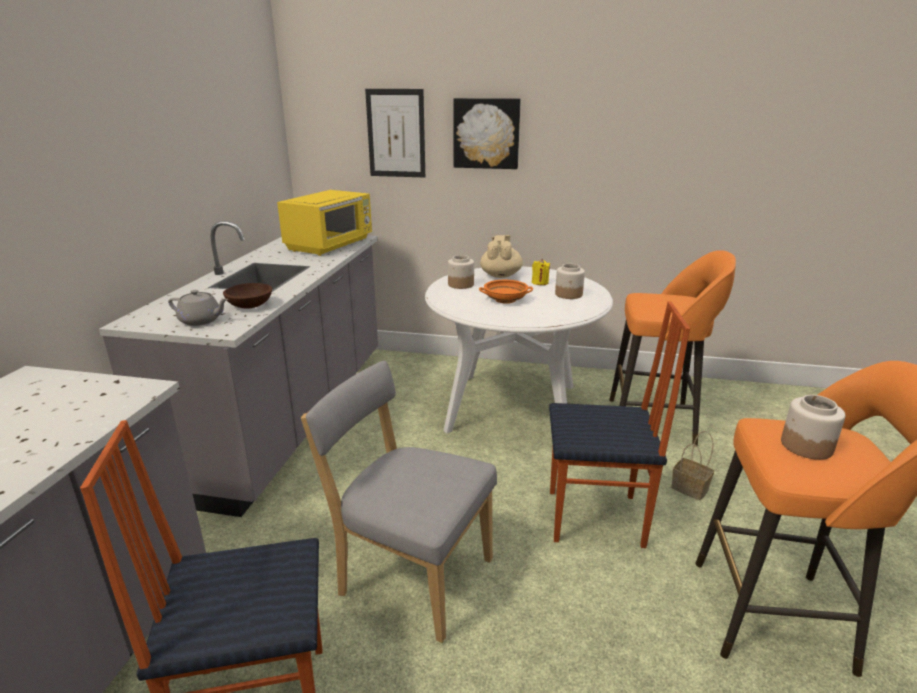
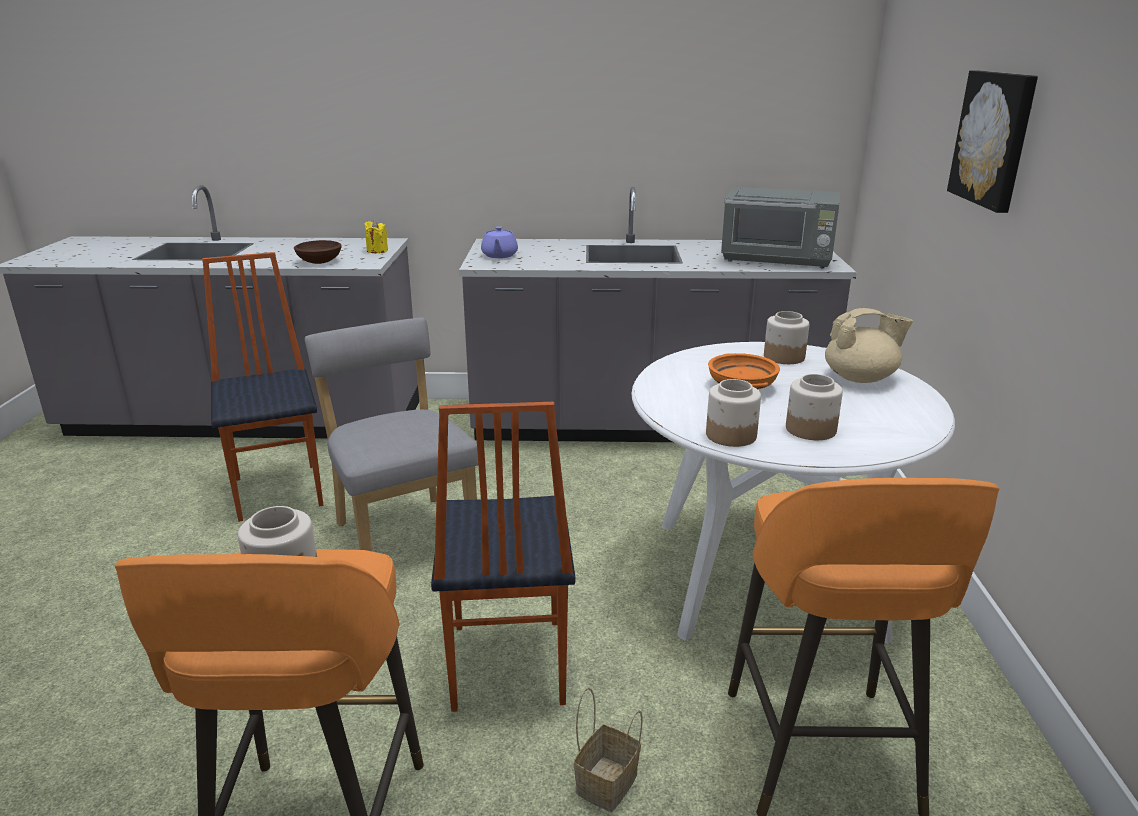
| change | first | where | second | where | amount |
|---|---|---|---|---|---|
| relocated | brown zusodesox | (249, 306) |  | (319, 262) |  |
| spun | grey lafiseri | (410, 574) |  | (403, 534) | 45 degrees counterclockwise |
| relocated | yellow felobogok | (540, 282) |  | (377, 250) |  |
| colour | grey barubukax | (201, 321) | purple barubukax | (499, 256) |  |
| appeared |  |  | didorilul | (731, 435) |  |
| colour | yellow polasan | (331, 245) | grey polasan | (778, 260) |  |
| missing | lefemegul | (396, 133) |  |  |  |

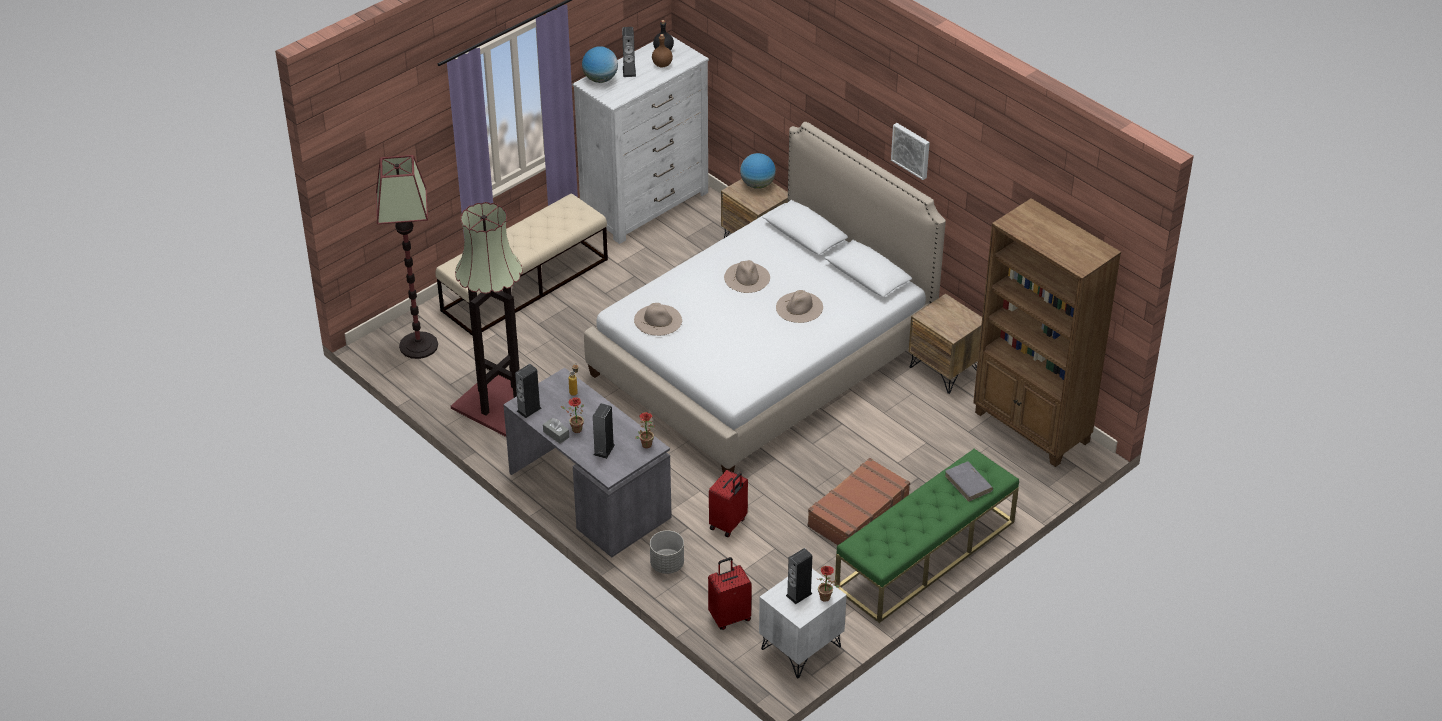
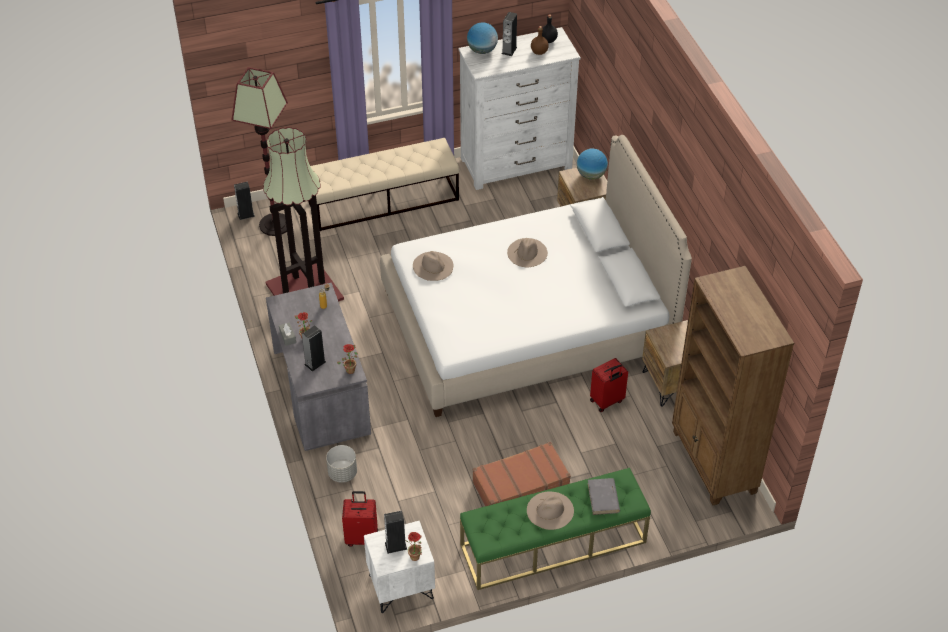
| change | first | where | second | where | amount |
|---|---|---|---|---|---|
| relocated | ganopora | (529, 409) |  | (246, 214) |  |
| relocated | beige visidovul | (799, 307) |  | (550, 510) |  |
| relocated | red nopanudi | (728, 524) |  | (607, 401) |  |
| missing | lefemegul | (911, 150) |  |  |  |

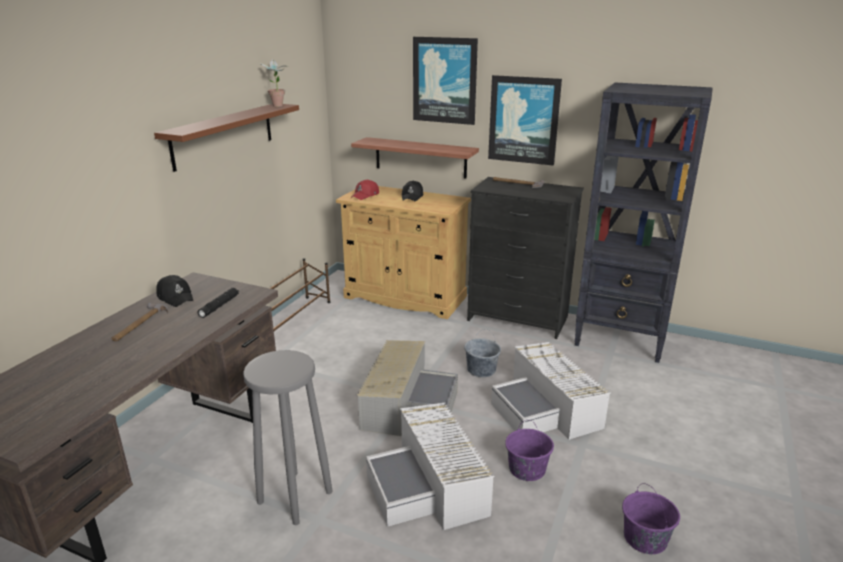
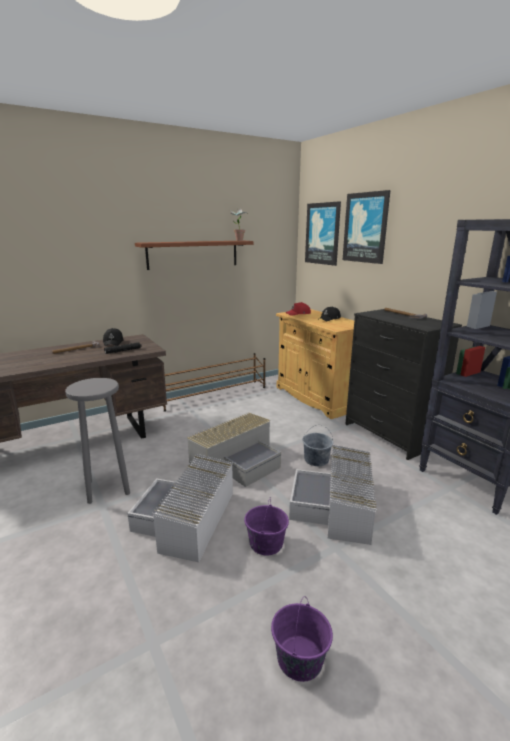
| change | first | where | second | where | amount |
|---|---|---|---|---|---|
| relocated | lefemegul | (524, 120) |  | (323, 233) |  |
| missing | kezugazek | (420, 157) |  |  |  |

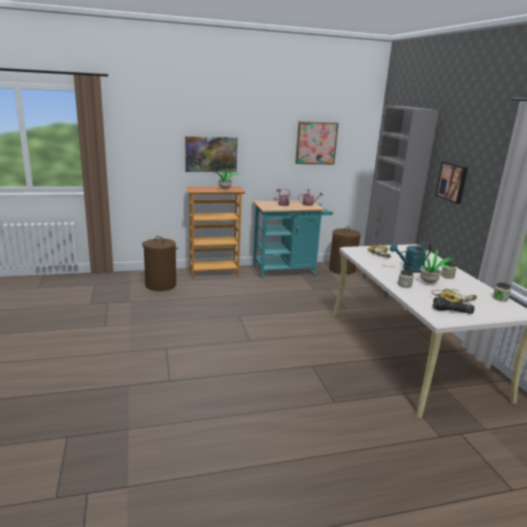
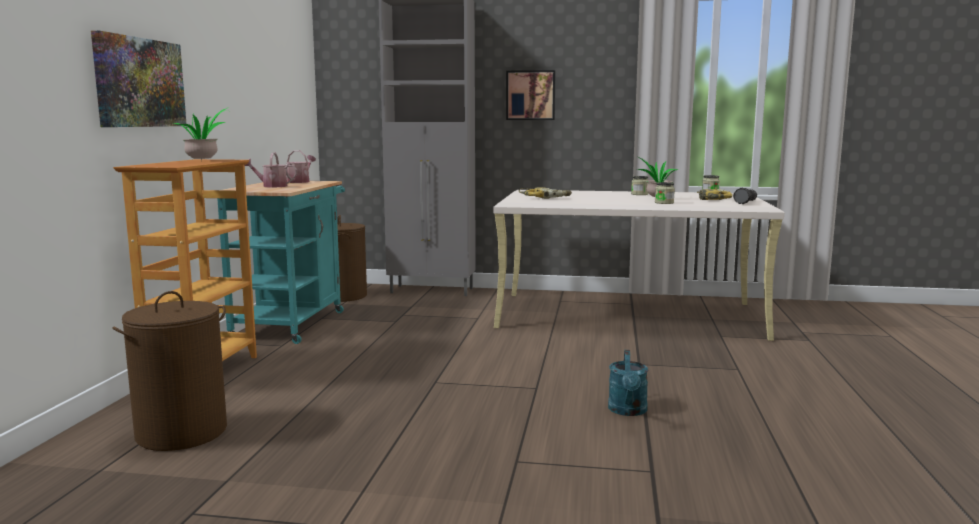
| change | first | where | second | where | amount |
|---|---|---|---|---|---|
| relocated | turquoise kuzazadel | (409, 269) |  | (628, 411) |  |
| missing | lefemegul | (316, 143) |  |  |  |

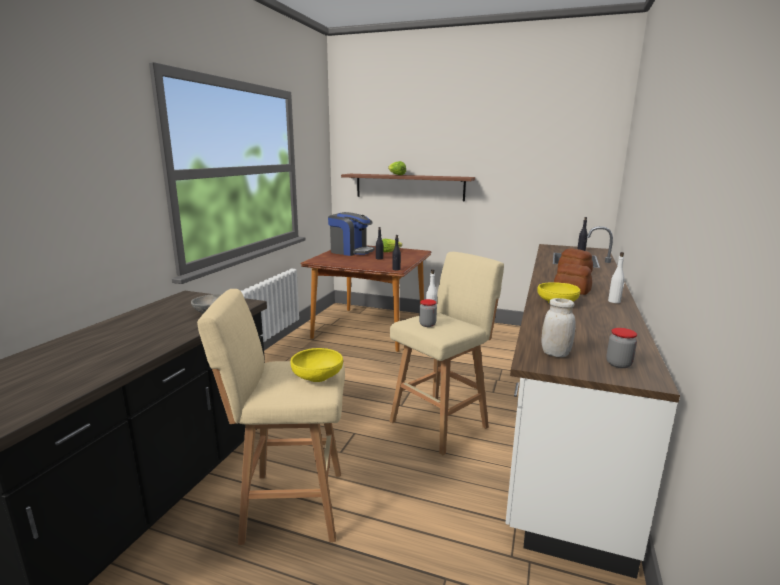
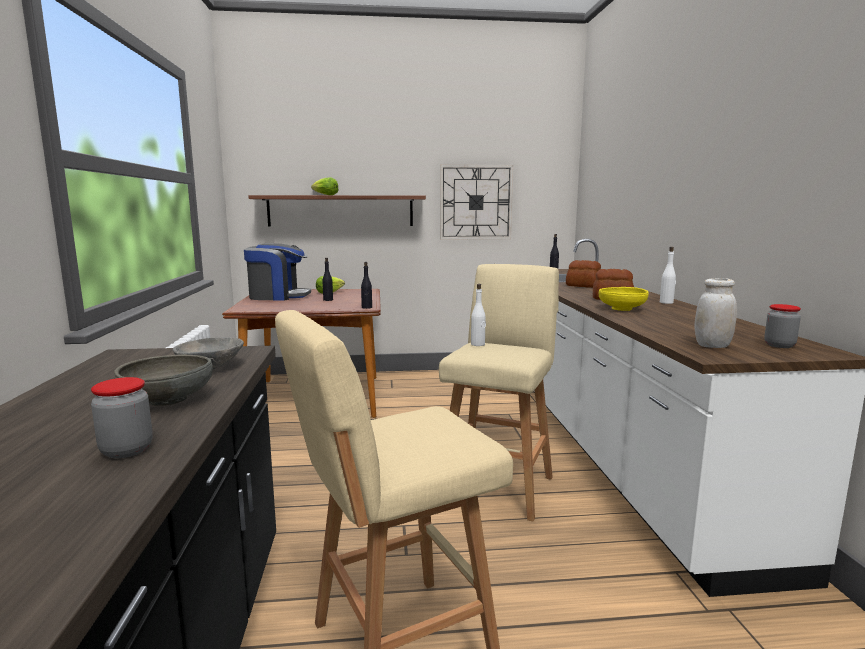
| change | first | where | second | where | amount |
|---|---|---|---|---|---|
| relocated | didorilul | (427, 324) |  | (126, 450) |  |
| appeared |  |  | grey zusodesox | (167, 399) |  |
| appeared |  |  | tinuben | (475, 202) |  |
| missing | yellow zusodesox | (317, 377) |  |  |  |

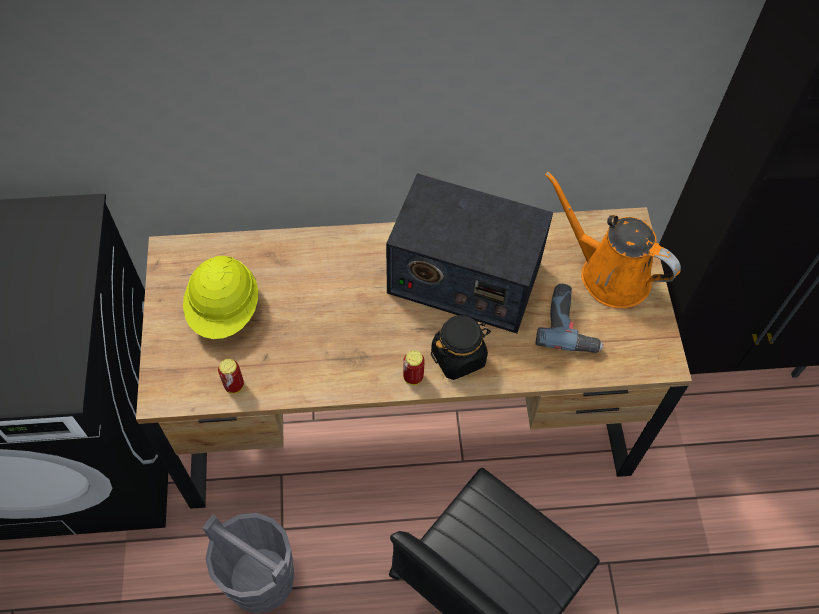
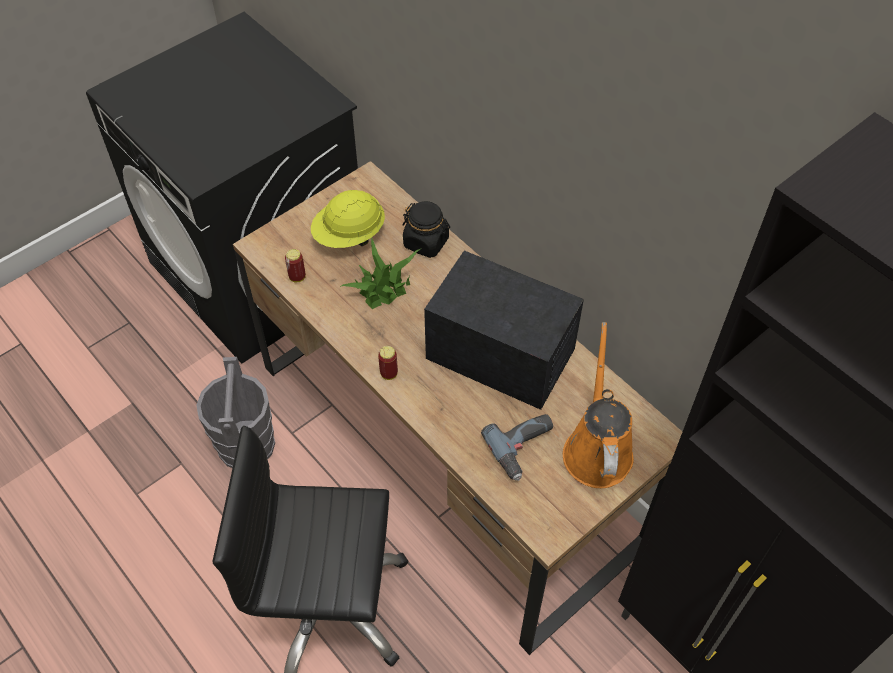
| change | first | where | second | where | amount |
|---|---|---|---|---|---|
| appeared |  |  | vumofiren | (383, 287) |  |
| relocated | black didorilul | (458, 357) |  | (426, 242) |  |
| spun | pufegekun | (463, 278) |  | (501, 354) | 135 degrees clockwise |

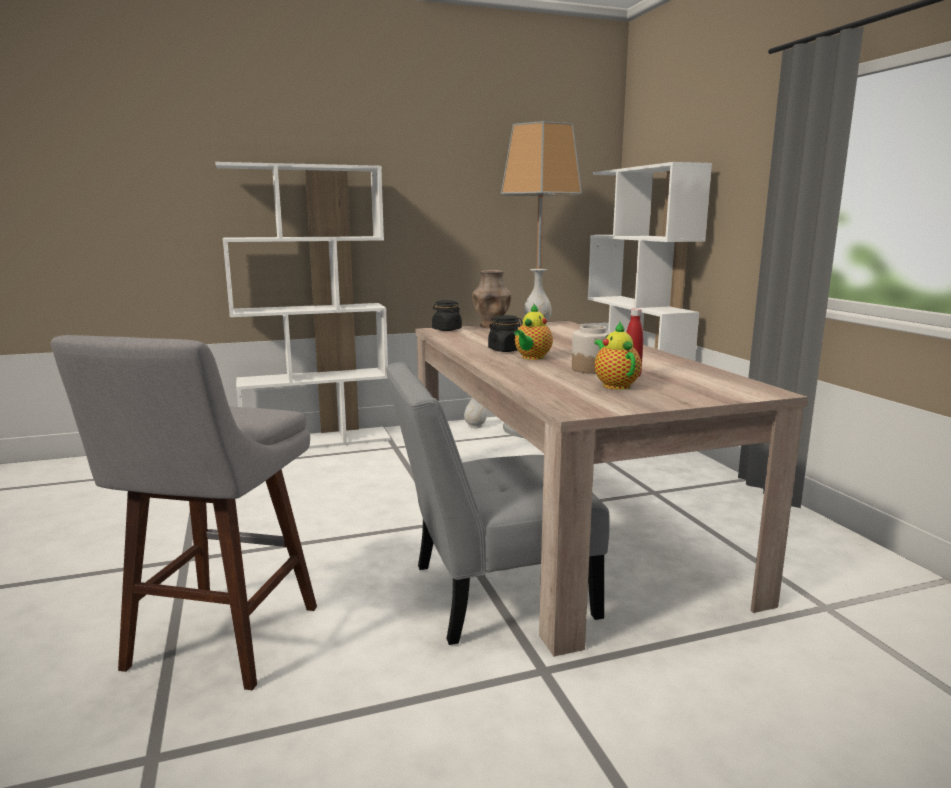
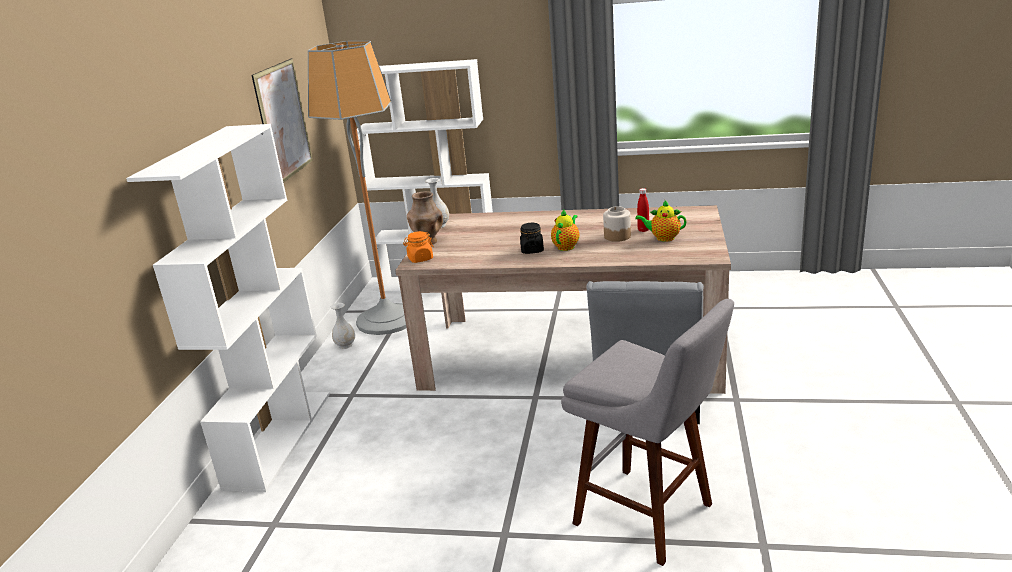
| change | first | where | second | where | amount |
|---|---|---|---|---|---|
| appeared |  |  | lefemegul | (283, 121) |  |
| colour | black didorilul | (446, 329) | orange didorilul | (420, 259) |  |
| spun | barubukax | (531, 358) |  | (566, 246) | 120 degrees counterclockwise |

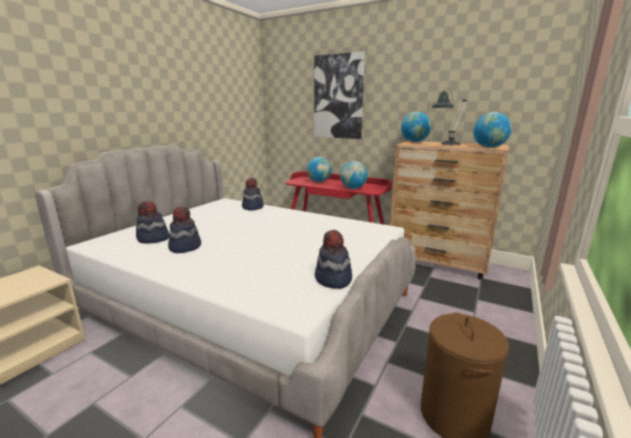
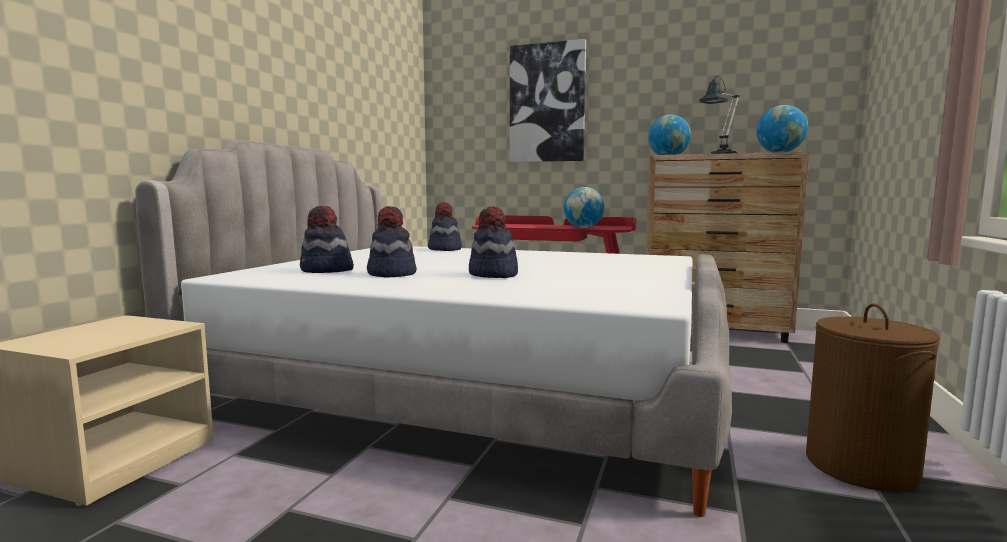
| change | first | where | second | where | amount |
|---|---|---|---|---|---|
| relocated | visidovul | (333, 279) |  | (493, 275) |  |
| missing | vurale | (318, 181) |  |  |  |

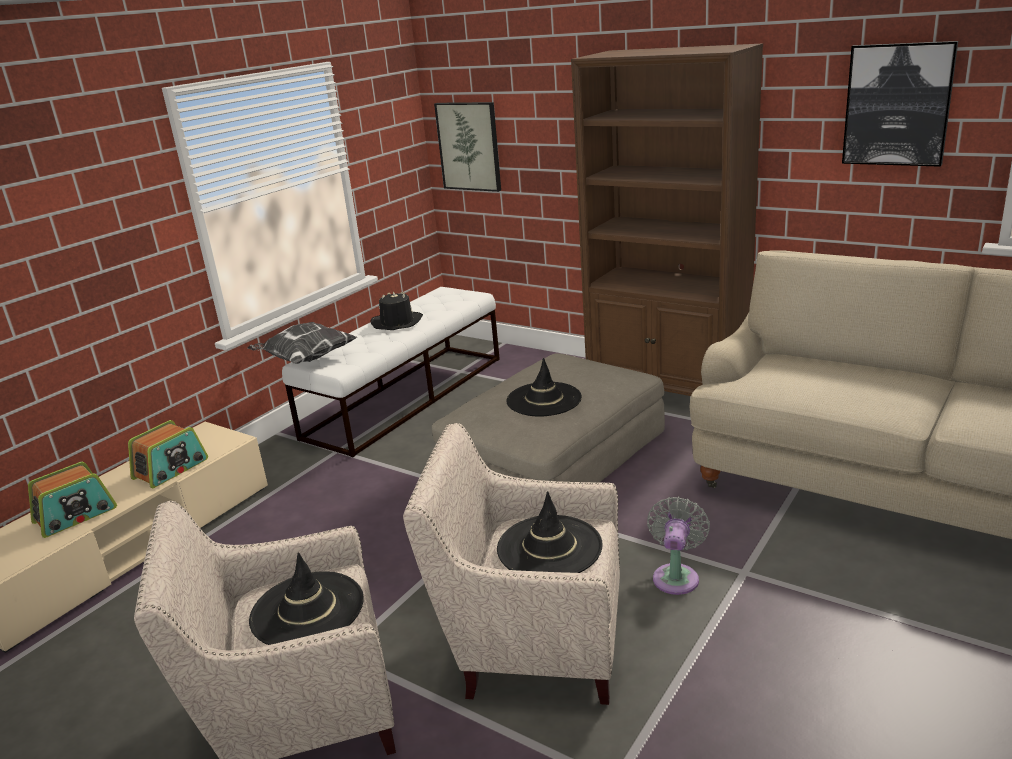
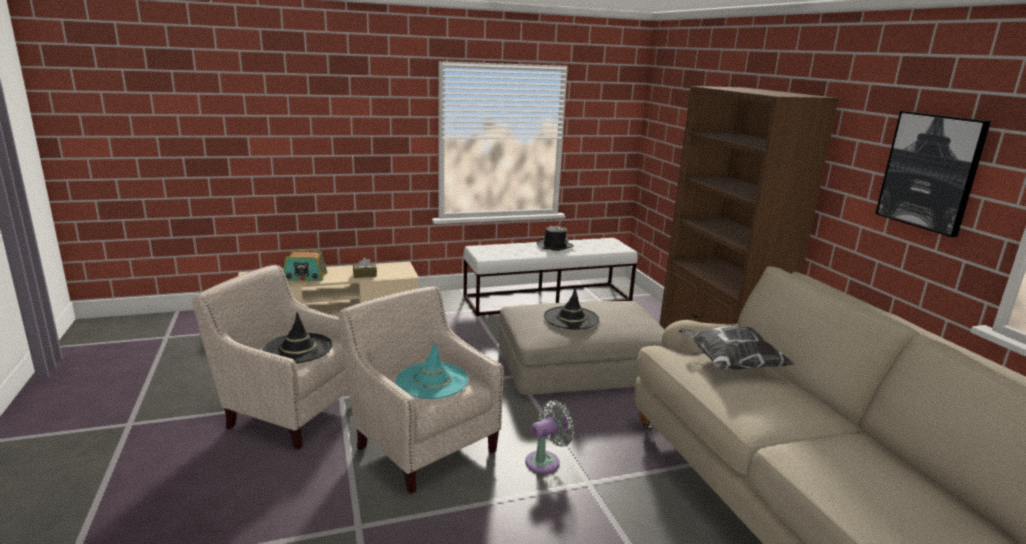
| change | first | where | second | where | amount |
|---|---|---|---|---|---|
| exchanged | pufegekun | (171, 469) | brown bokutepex | (365, 275) |  |
| colour | black visidovul | (549, 547) | turquoise visidovul | (432, 381) |  |
| relocated | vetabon | (305, 359) |  | (729, 364) |  |
| missing | lefemegul | (469, 146) |  |  |  |

